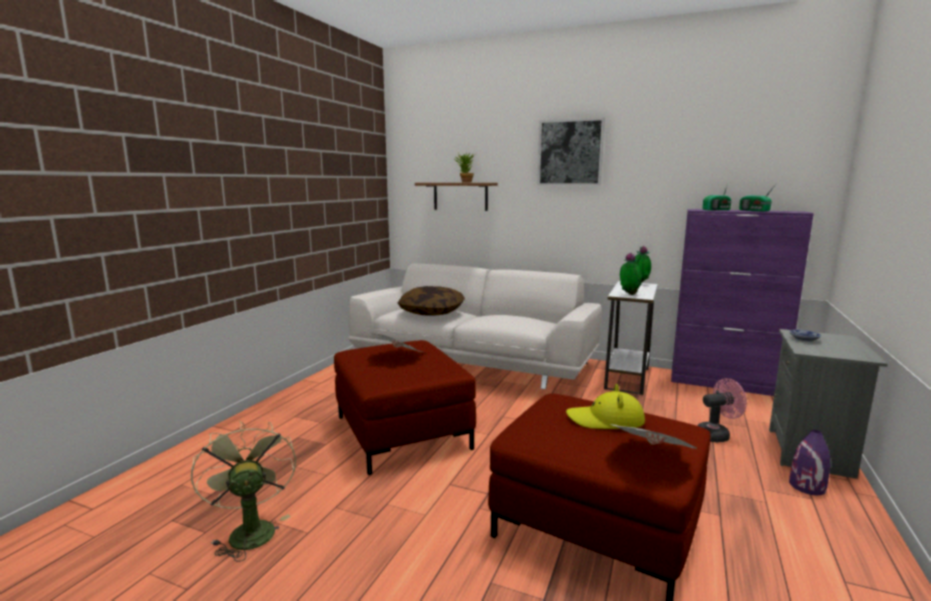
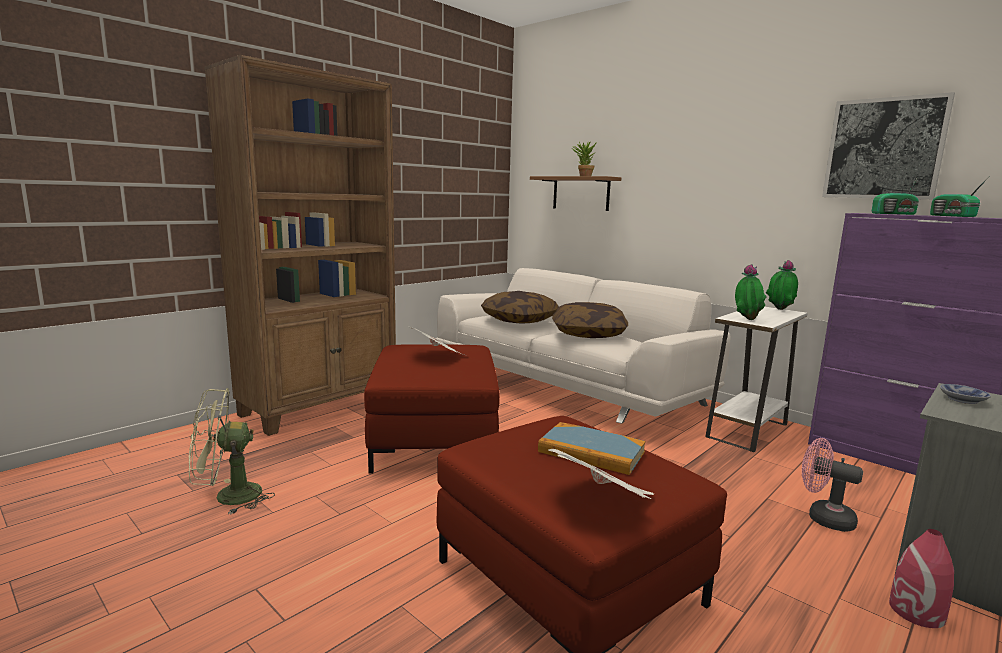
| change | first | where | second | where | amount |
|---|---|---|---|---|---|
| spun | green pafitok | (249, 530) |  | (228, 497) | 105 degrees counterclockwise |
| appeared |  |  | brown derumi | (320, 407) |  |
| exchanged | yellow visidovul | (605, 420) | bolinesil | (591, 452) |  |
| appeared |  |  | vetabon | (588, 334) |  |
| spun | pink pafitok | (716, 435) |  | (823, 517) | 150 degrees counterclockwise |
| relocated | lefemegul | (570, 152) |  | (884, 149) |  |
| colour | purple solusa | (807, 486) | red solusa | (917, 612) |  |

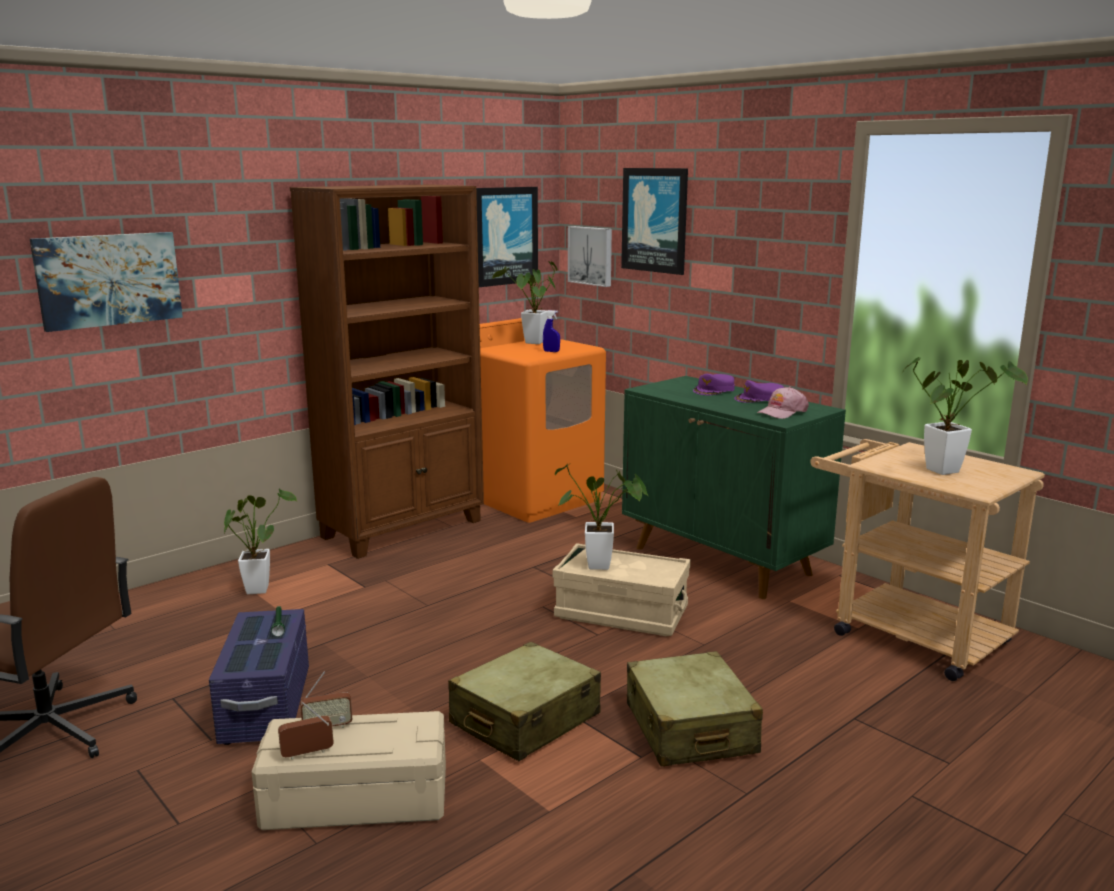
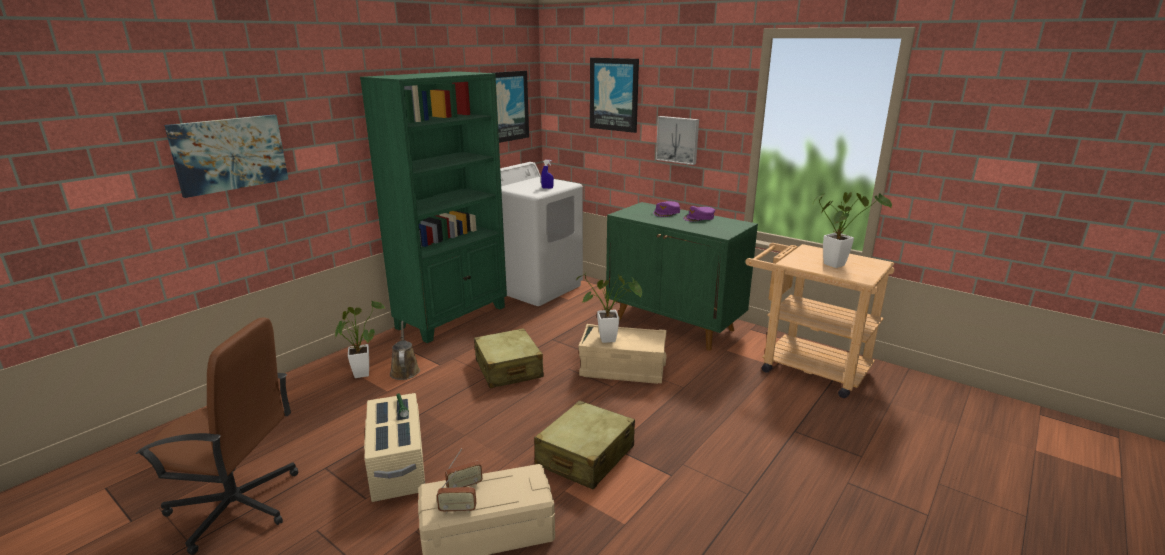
| change | first | where | second | where | amount |
|---|---|---|---|---|---|
| colour | brown derumi | (404, 529) | green derumi | (453, 317) |  |
| colour | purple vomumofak | (265, 706) | beige vomumofak | (398, 466) |  |
| appeared |  |  | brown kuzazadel | (405, 370) |  |
| spun | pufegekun | (307, 753) |  | (457, 510) | 150 degrees counterclockwise |
| relocated | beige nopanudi | (690, 729) |  | (508, 369) |  |
| colour | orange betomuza | (534, 497) | white betomuza | (535, 287) |  |
| relocated | lefemegul | (591, 255) |  | (678, 139) |  |
| missing | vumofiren | (532, 343) |  |  |  |
| missing | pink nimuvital | (782, 412) |  |  |  |

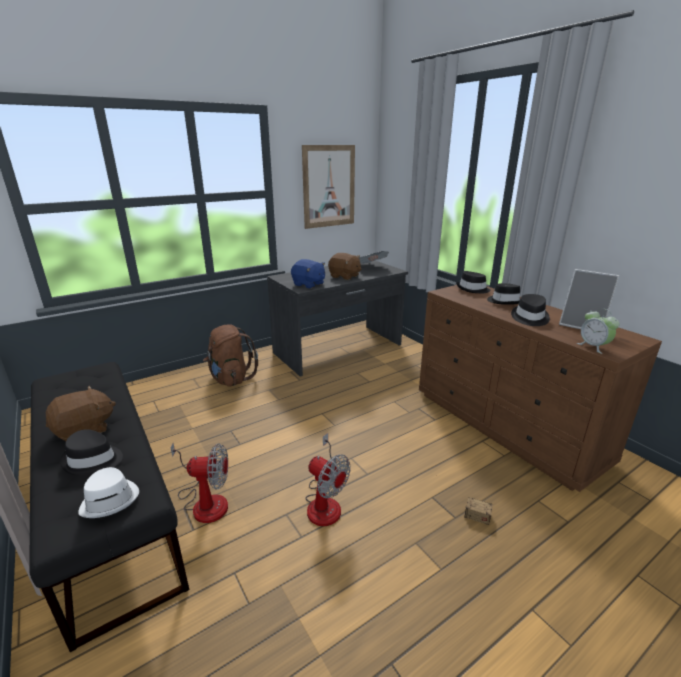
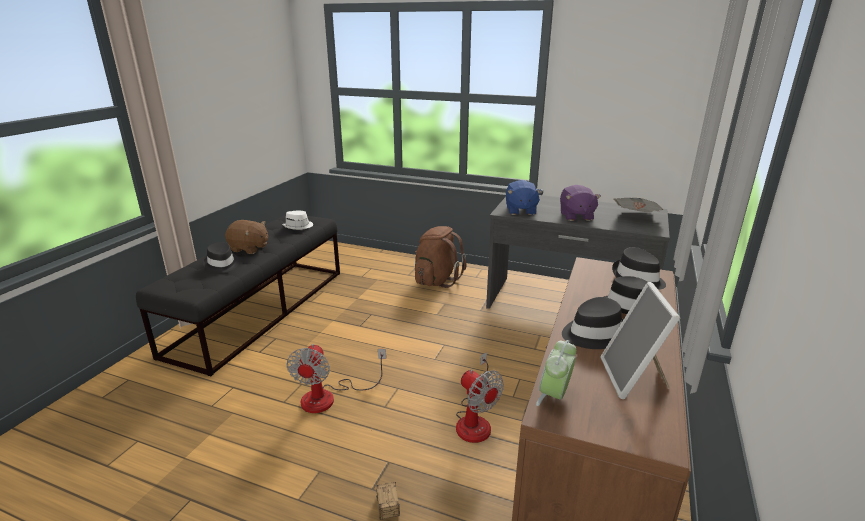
| change | first | where | second | where | amount |
|---|---|---|---|---|---|
| relocated | white visidovul | (111, 499) |  | (298, 226) |  |
| relocated | pafitok | (205, 501) |  | (475, 420) |  |
| colour | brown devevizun | (344, 276) | purple devevizun | (576, 216) |  |
| missing | lefemegul | (329, 186) |  |  |  |

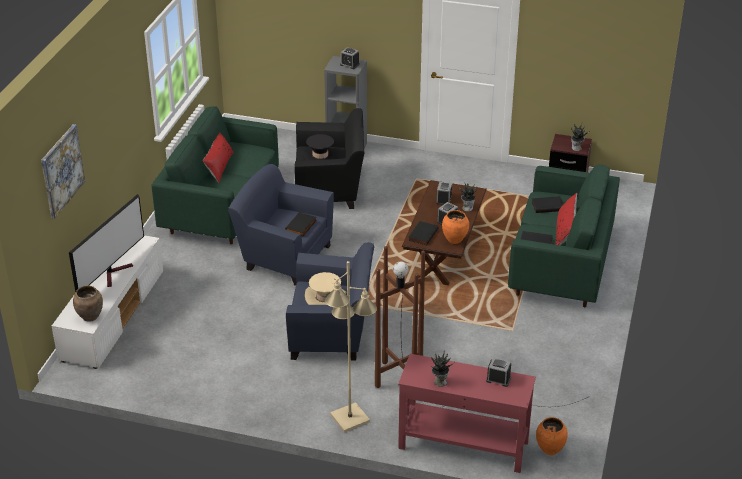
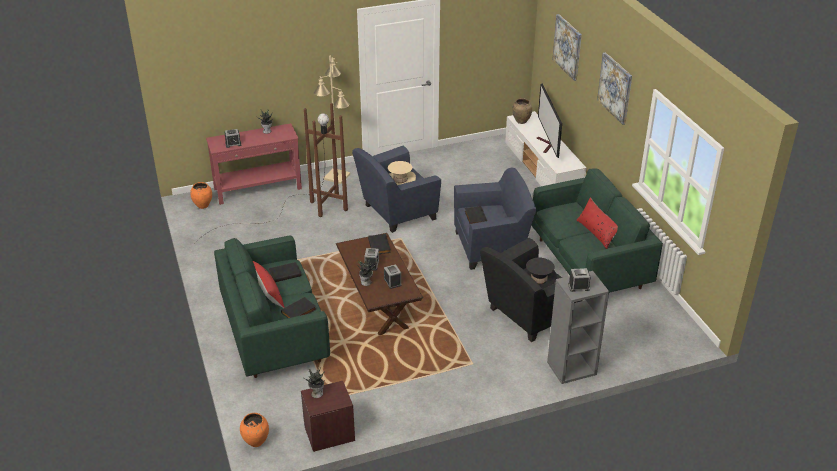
| change | first | where | second | where | amount |
|---|---|---|---|---|---|
| relocated | orange solusa | (454, 240) |  | (256, 442) |  |
| appeared |  |  | lefemegul | (615, 88) |  |

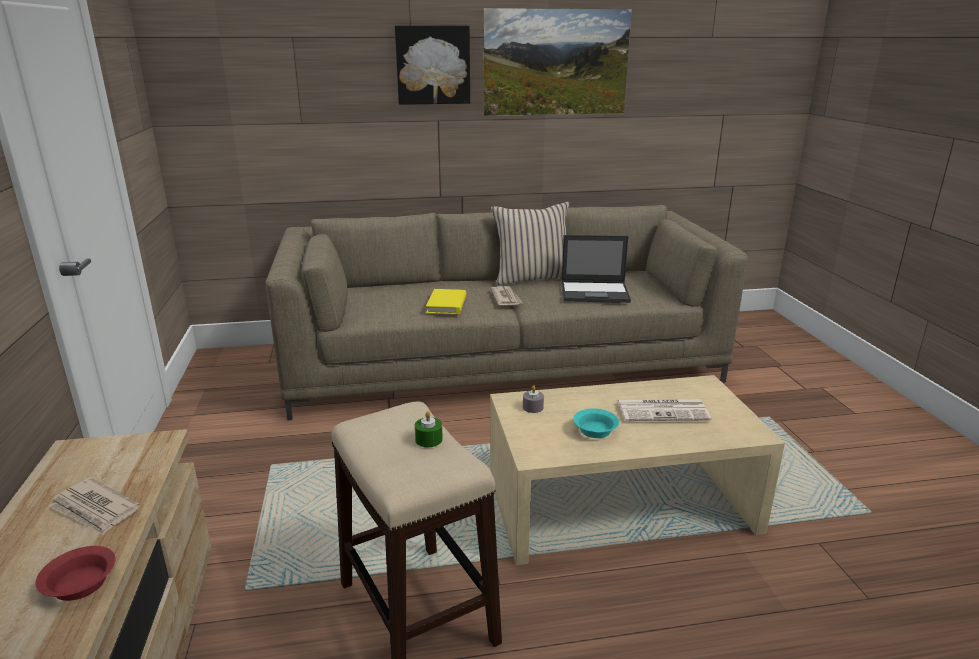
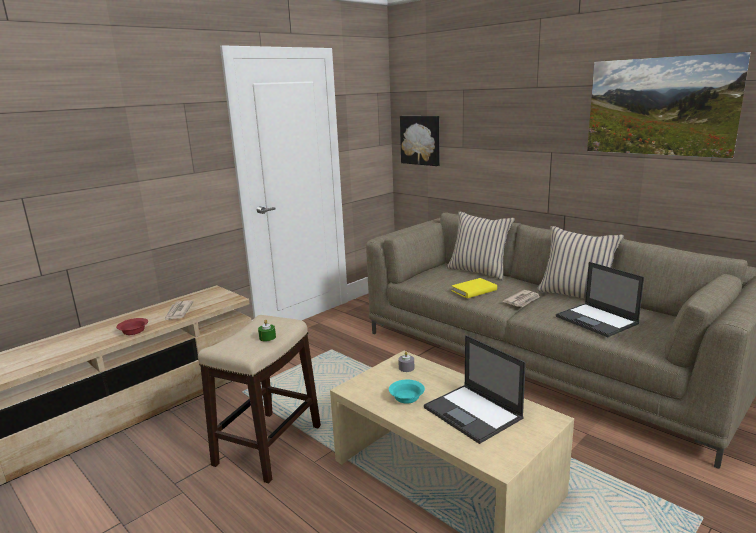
| change | first | where | second | where | amount |
|---|---|---|---|---|---|
| relocated | lefemegul | (433, 65) |  | (421, 140) |  |
| exchanged | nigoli | (663, 410) | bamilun | (473, 413) |  |
| appeared |  |  | beige vetabon | (479, 271) |  |

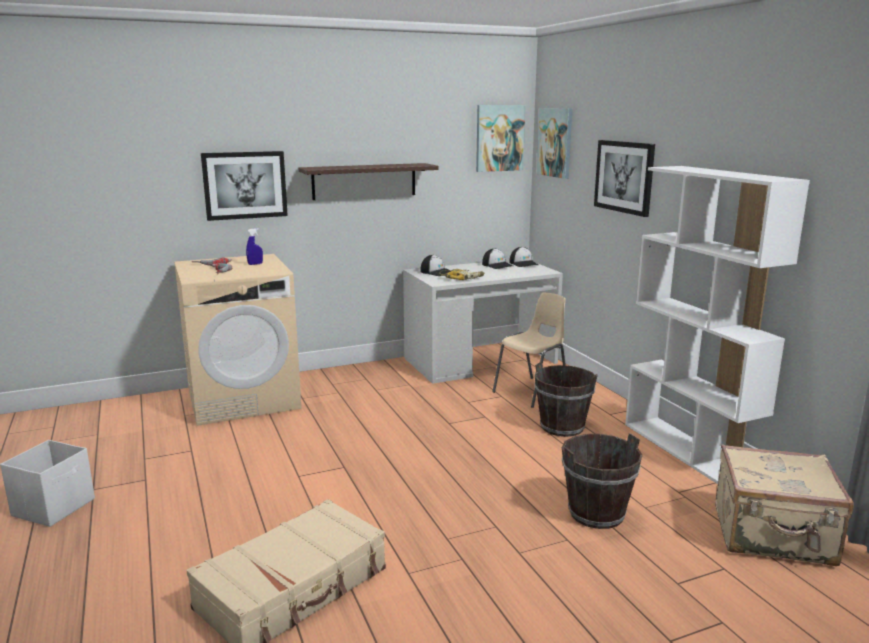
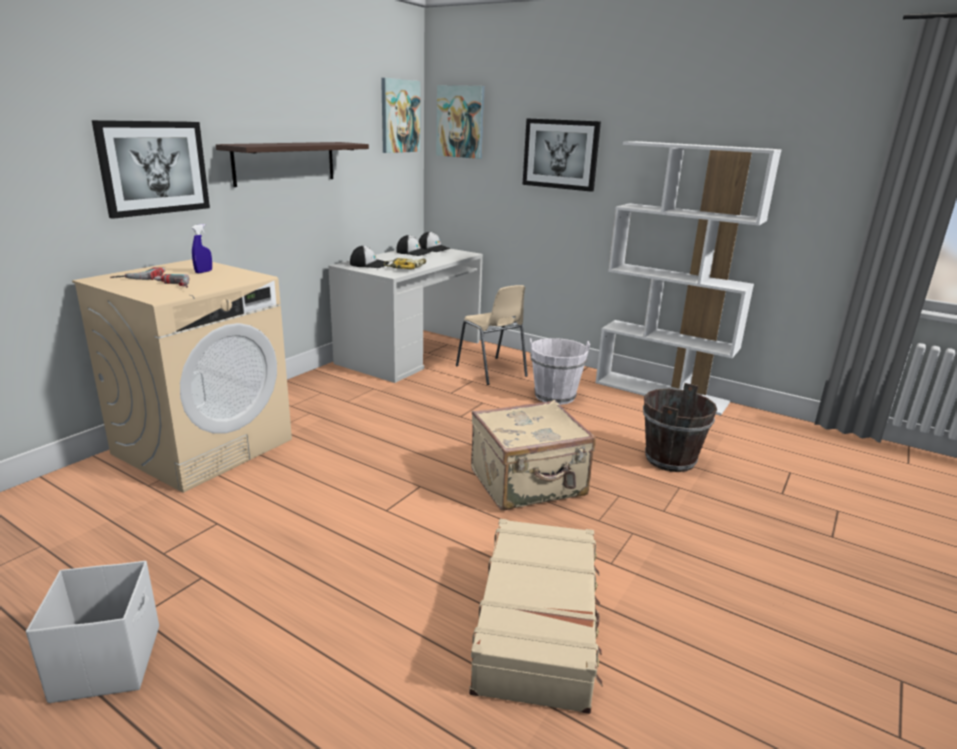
| change | first | where | second | where | amount |
|---|---|---|---|---|---|
| spun | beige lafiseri | (532, 391) |  | (491, 371) | 135 degrees clockwise |
| relocated | beige nopanudi | (773, 536) |  | (529, 484) |  |
| colour | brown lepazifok | (562, 427) | white lepazifok | (554, 396) |  |

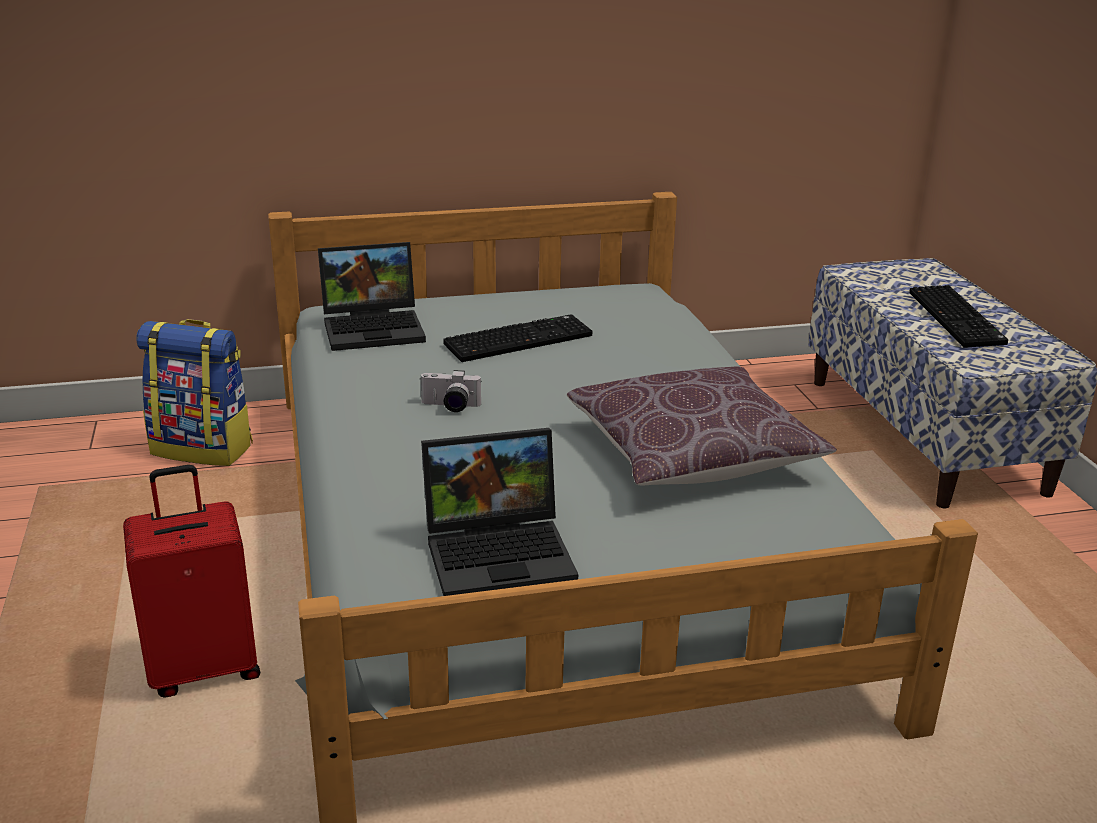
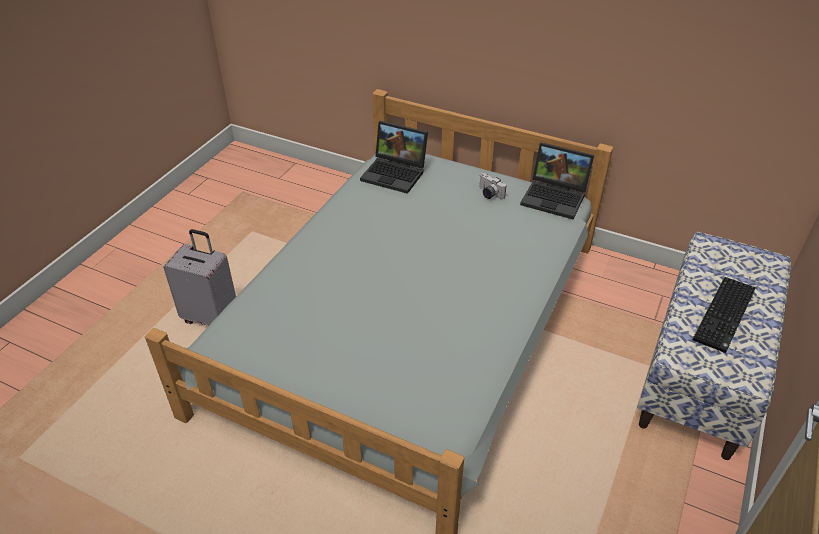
| change | first | where | second | where | amount |
|---|---|---|---|---|---|
| colour | red nopanudi | (204, 668) | grey nopanudi | (212, 317) |  |
| relocated | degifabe | (450, 407) |  | (489, 194) |  |
| relocated | bamilun | (501, 552) |  | (556, 197) |  |
| missing | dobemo | (203, 448) |  |  |  |
| missing | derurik | (519, 339) |  |  |  |
| missing | brown vetabon | (692, 453) |  |  |  |

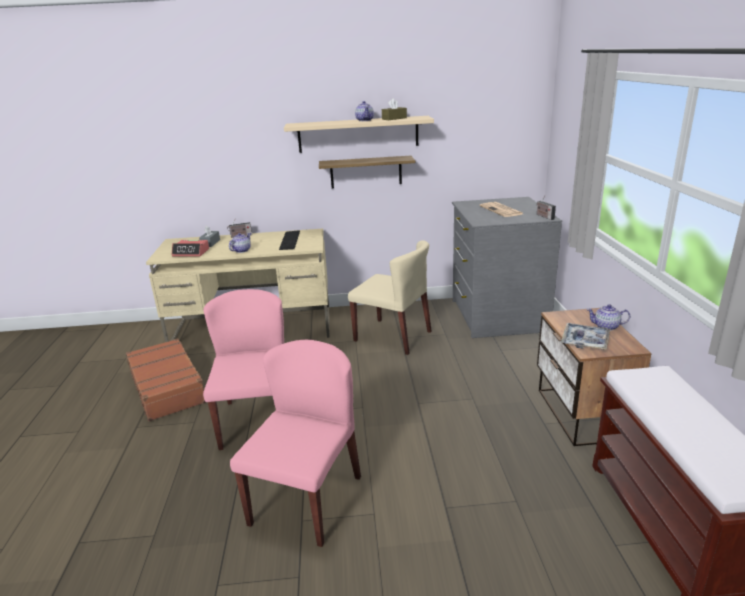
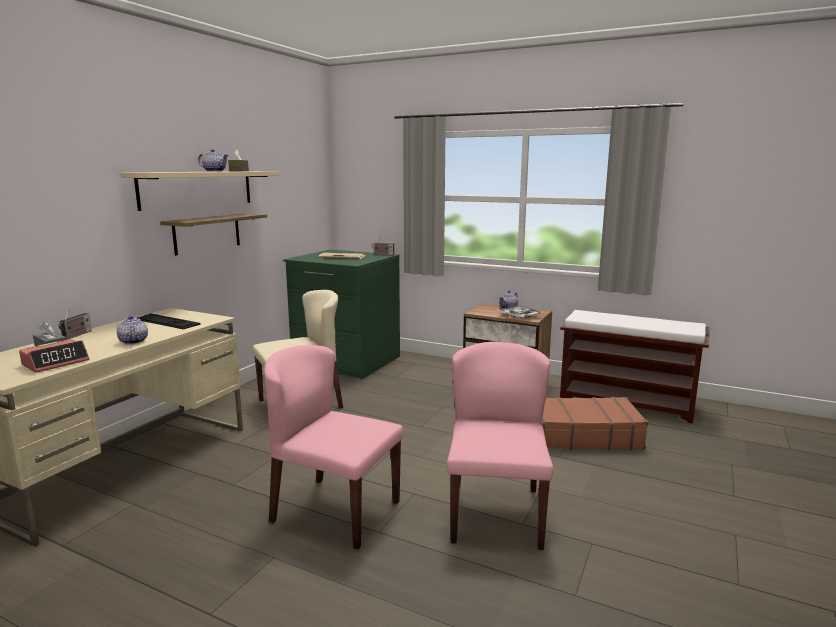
| change | first | where | second | where | amount |
|---|---|---|---|---|---|
| colour | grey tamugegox | (496, 315) | green tamugegox | (346, 361) |  |
| spun | pink lafiseri | (306, 499) |  | (495, 513) | 45 degrees clockwise |
| relocated | brown nopanudi | (168, 387) |  | (578, 435) |  |

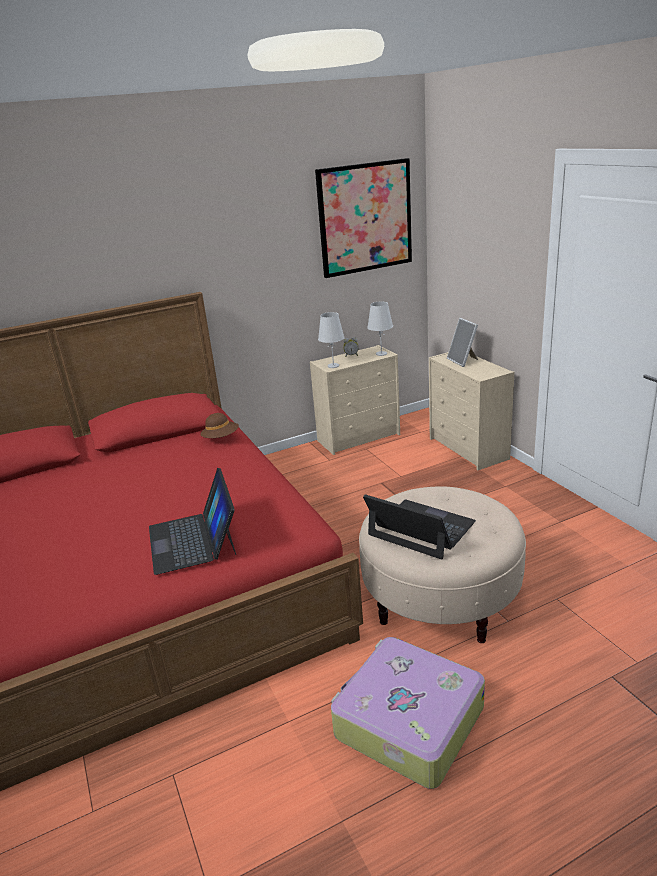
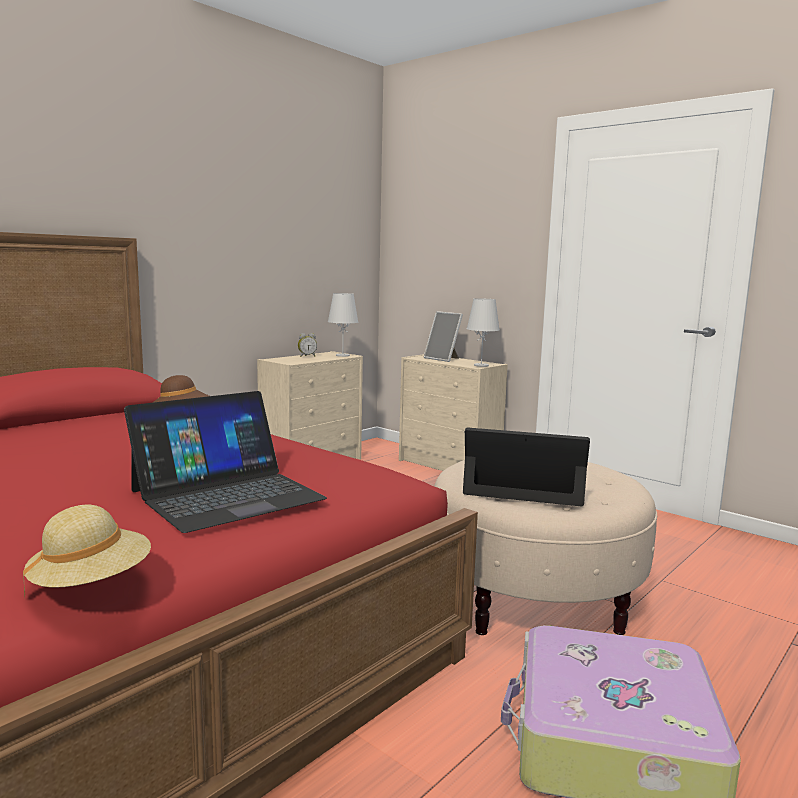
| change | first | where | second | where | amount |
|---|---|---|---|---|---|
| appeared |  |  | beige visidovul | (91, 584) |  |
| spun | bamilun | (193, 539) |  | (227, 494) | 90 degrees counterclockwise |
| relocated | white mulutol | (333, 366) |  | (481, 365) |  |
| missing | lefemegul | (365, 218) |  |  |  |

